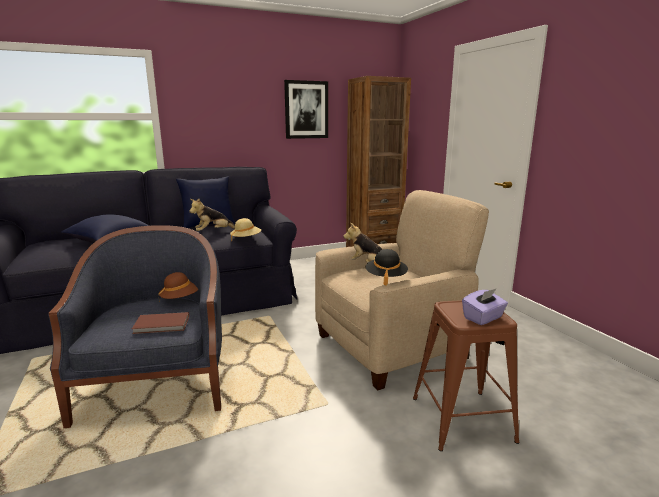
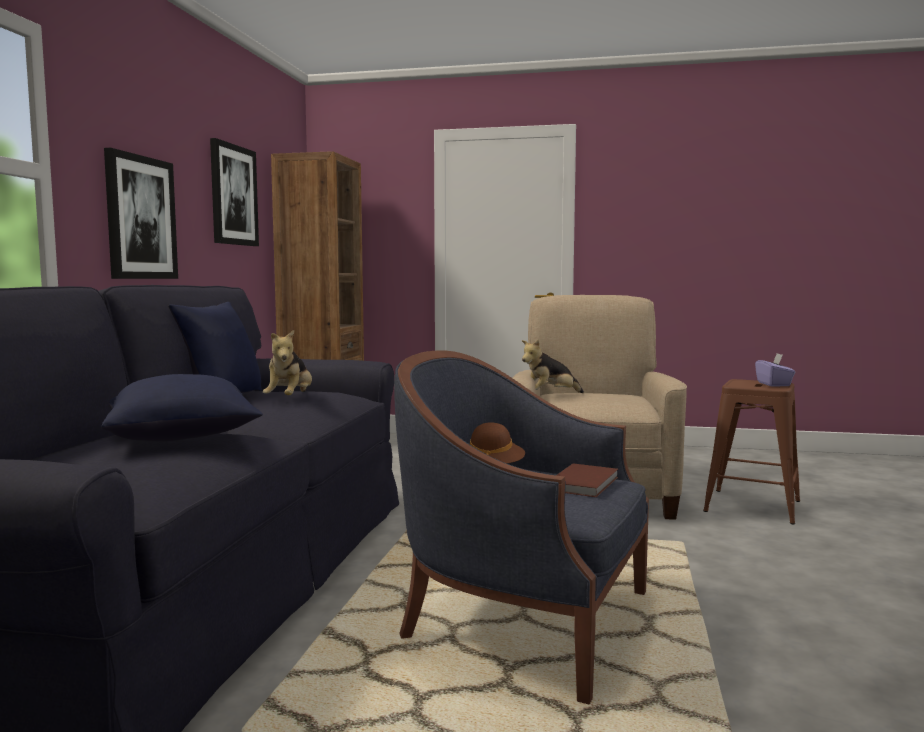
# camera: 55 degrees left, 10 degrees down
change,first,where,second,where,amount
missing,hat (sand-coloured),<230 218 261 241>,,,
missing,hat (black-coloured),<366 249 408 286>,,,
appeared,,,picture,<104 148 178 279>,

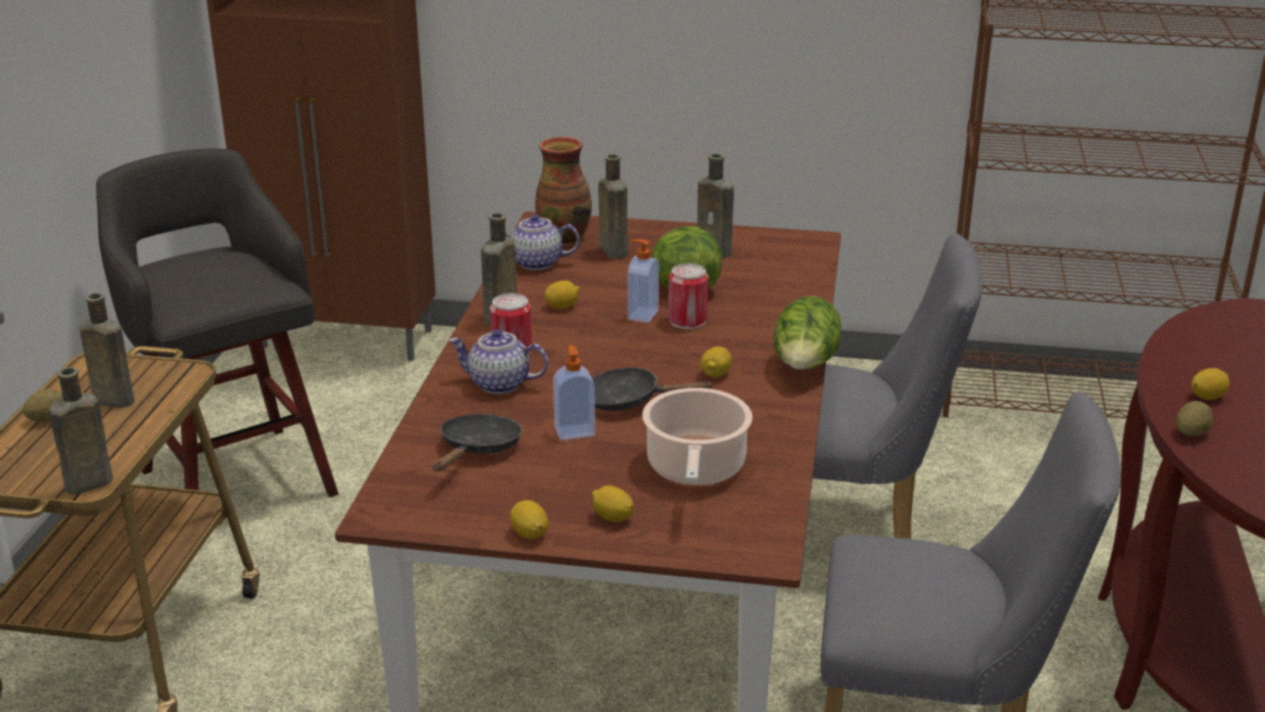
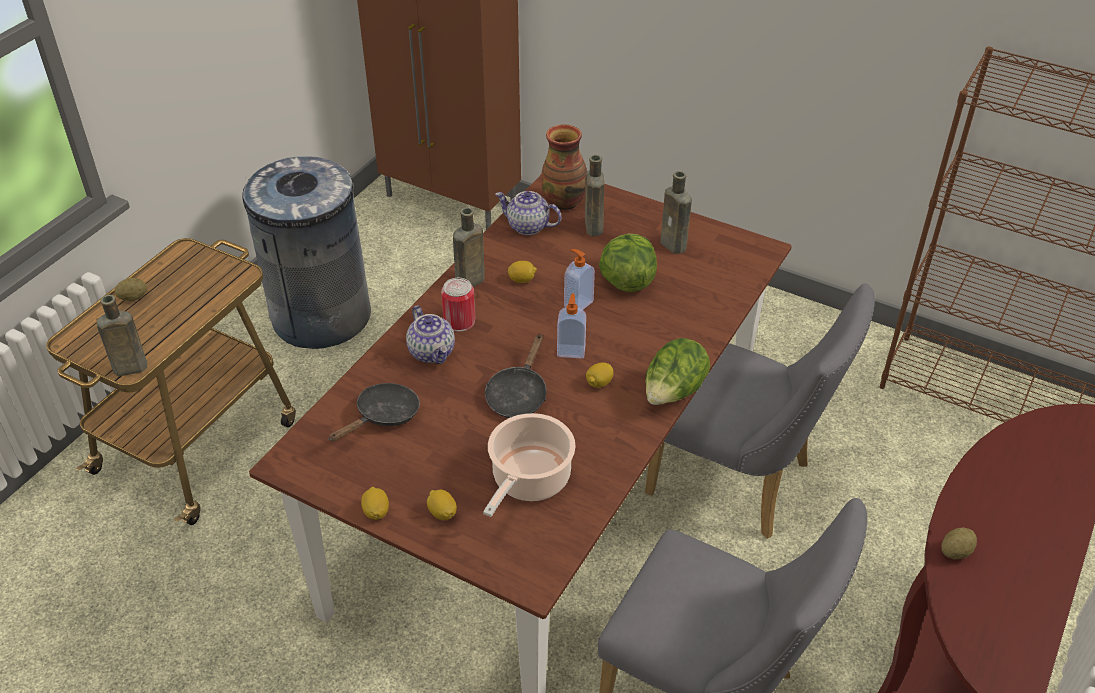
# camera: 20 degrees right, 15 degrees up
change,first,where,second,where,amount
missing,bottle (brown-coloured),<80 293 135 408>,,,
missing,metal can,<668 263 708 329>,,,
missing,citrus fruit,<1191 368 1229 400>,,,
relocated,liquid soap bottle,<553 345 595 440>,,<557 293 586 359>,
exchanged,stool seat (greyish),<96 149 338 497>,rubbish bin (greyish),<242 156 371 349>,
spun,tea pot,<448 329 548 394>,,<406 305 455 364>,150 degrees counterclockwise
spun,frying pan (black-coloured),<592 367 714 411>,,<485 333 547 418>,105 degrees counterclockwise

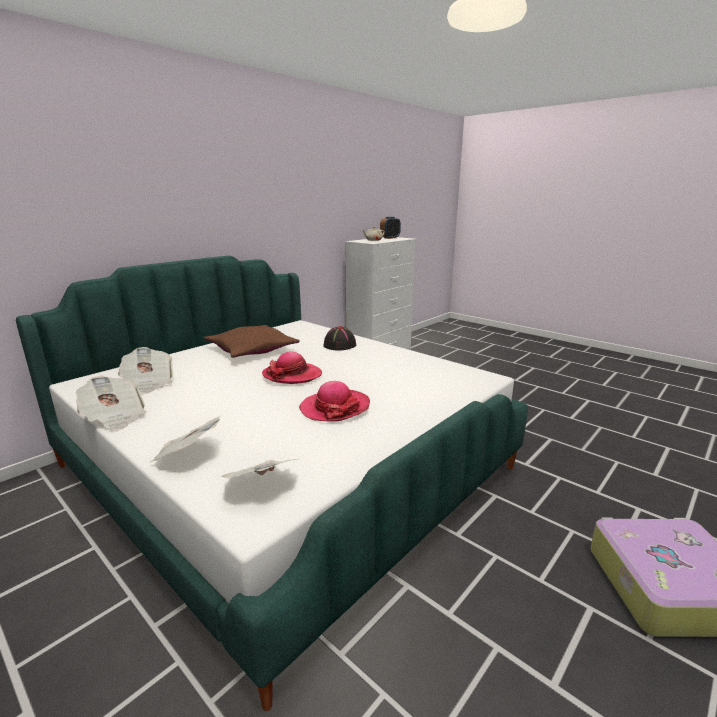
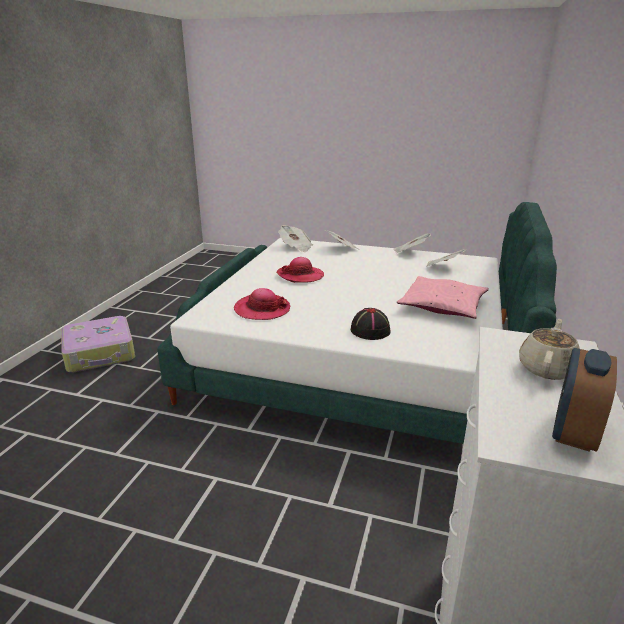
# camera: 155 degrees right, 5 degrees up
change,first,where,second,where,amount
relocated,hat,<262 352 322 384>,,<234 288 290 320>,
colour,throw pillow (brown-coloured),<204 325 300 358>,throw pillow (pink),<397 276 489 319>,

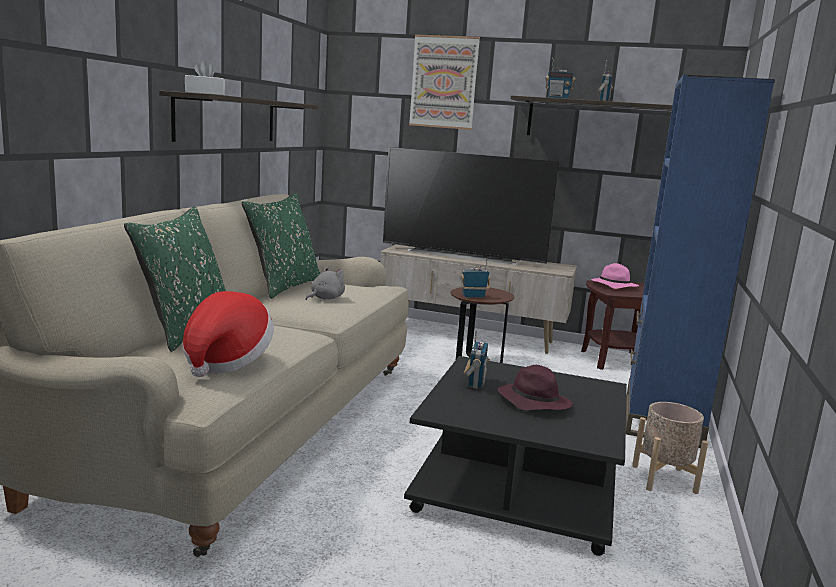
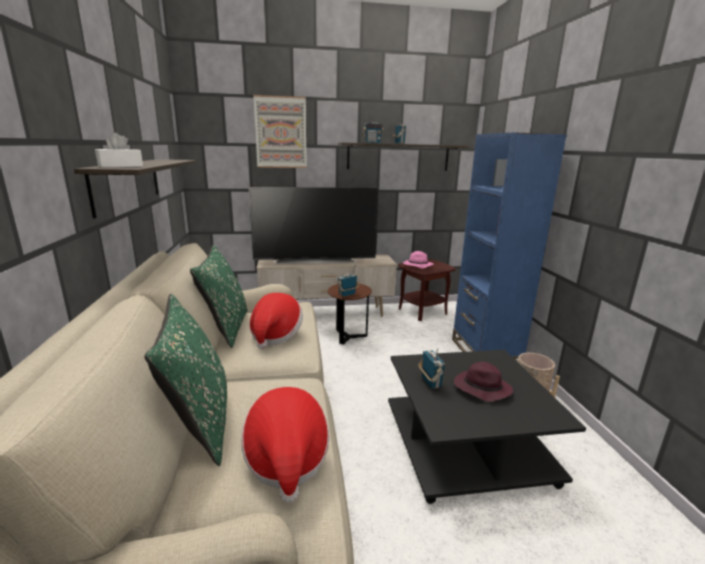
# camera: 25 degrees left, 5 degrees up
change,first,where,second,where,amount
exchanged,plush toy (greyish),<305 267 345 300>,hat,<249 293 303 349>,

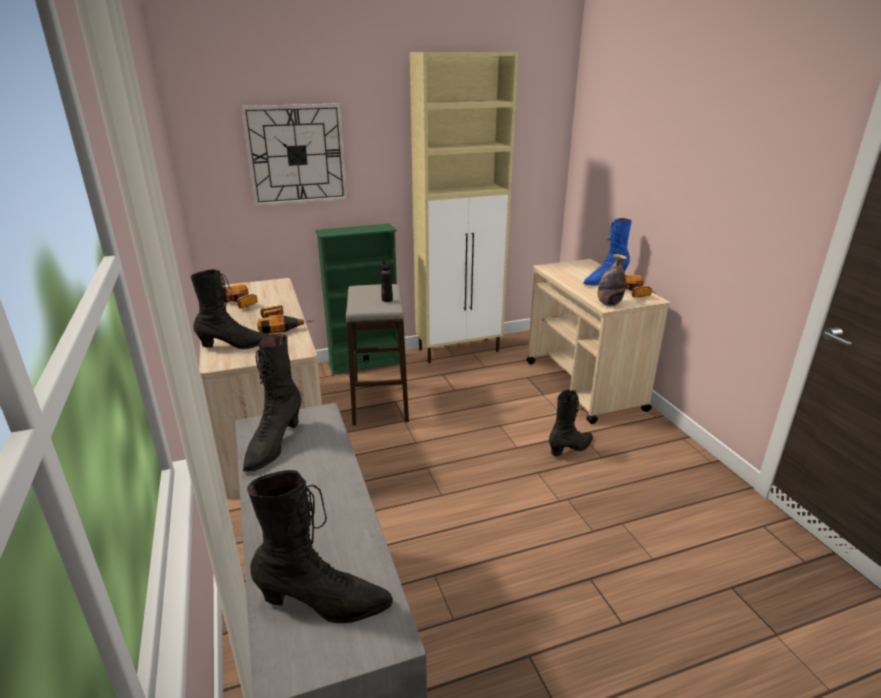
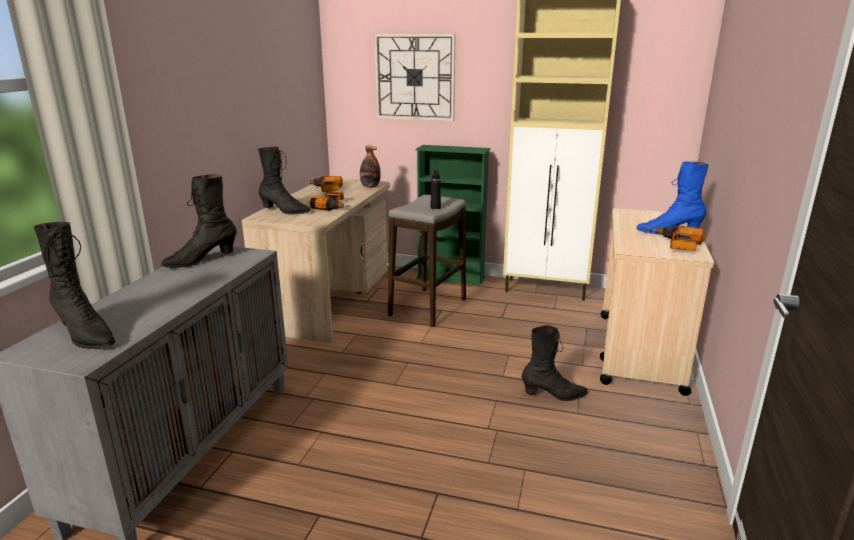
# camera: 35 degrees right, 5 degrees down
change,first,where,second,where,amount
relocated,bottle,<598 254 627 306>,,<360 146 381 188>,

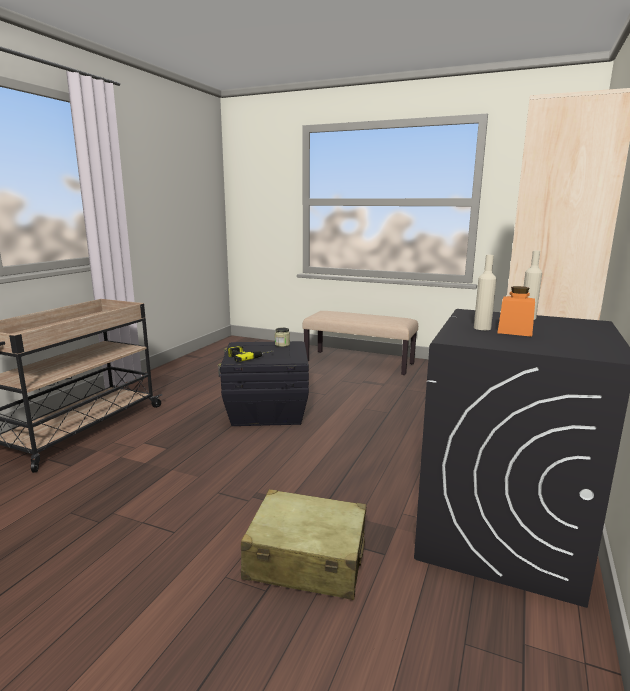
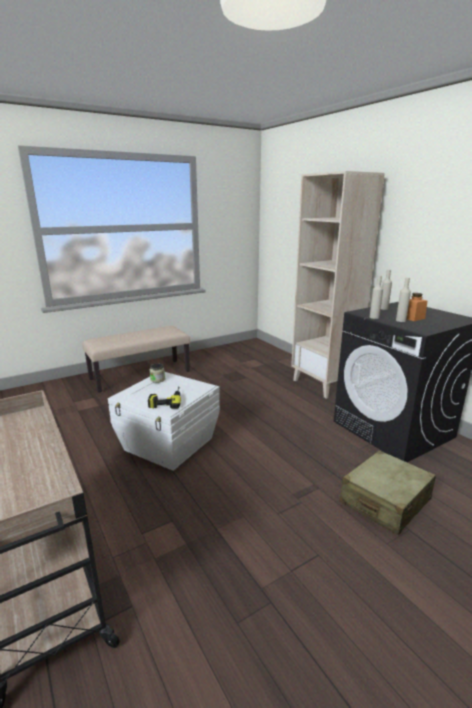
# camera: 55 degrees left, 5 degrees up
change,first,where,second,where,amount
appeared,,,bottle (sand-coloured),<370 276 383 319>,
colour,storage container (black-coloured),<218 341 309 426>,storage container (white),<108 372 220 471>,

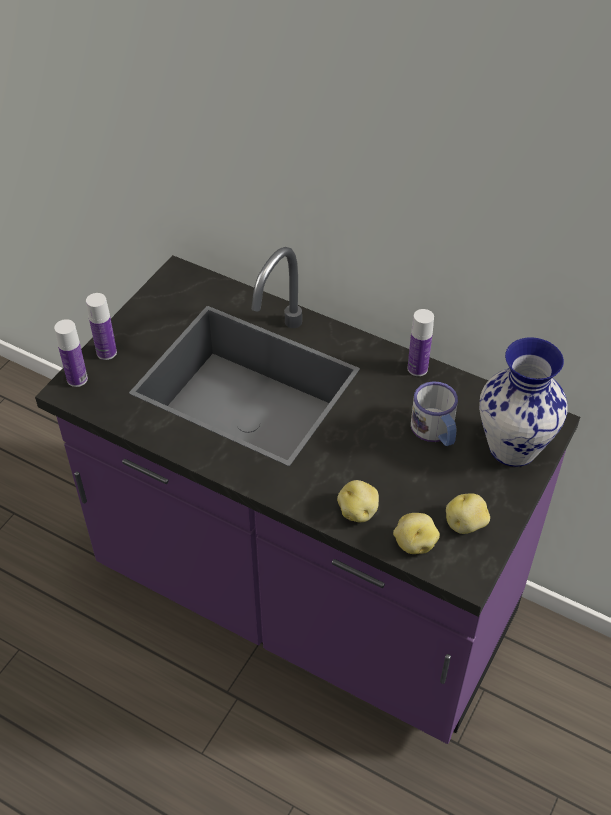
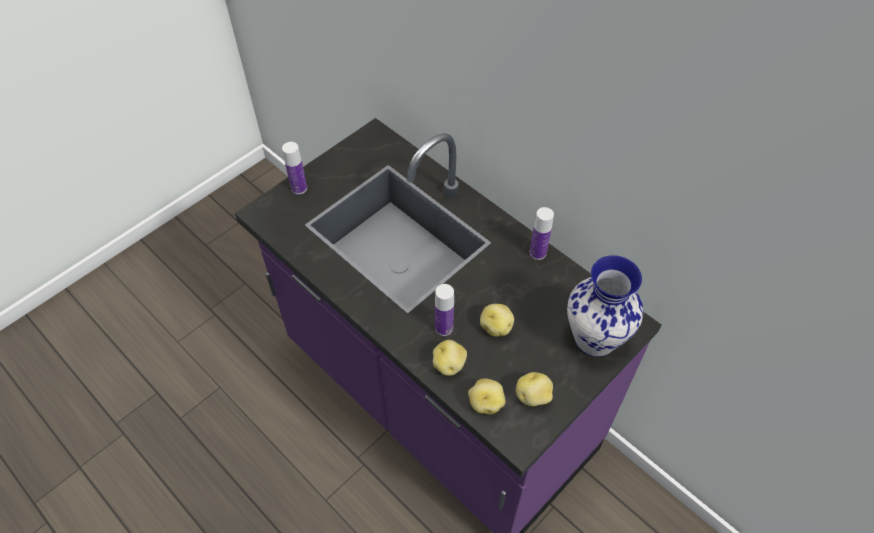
# camera: 15 degrees right, 5 degrees up
change,first,where,second,where,amount
missing,tea mug,<411 381 458 446>,,,
appeared,,,whole potato,<480 304 514 337>,
relocated,bottle,<54 319 88 387>,,<435 284 454 336>,

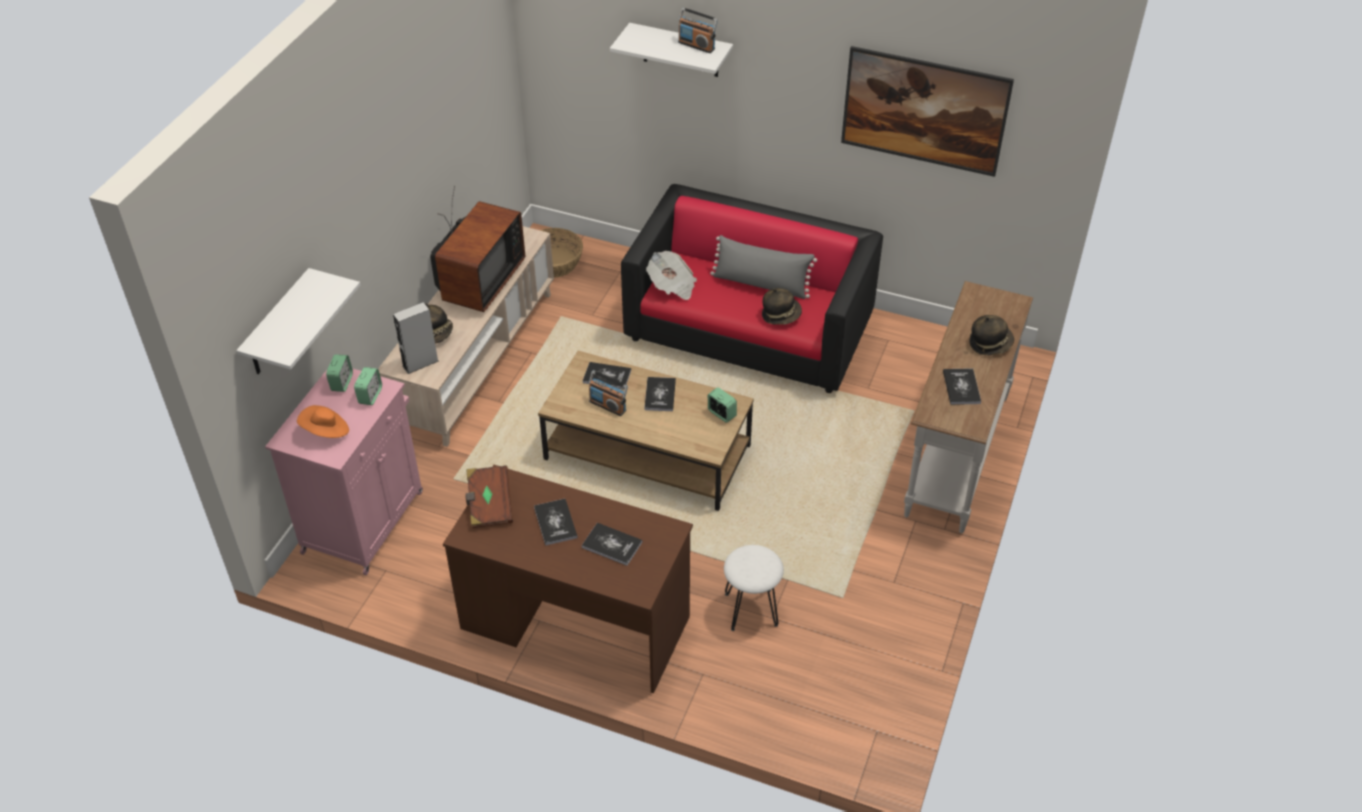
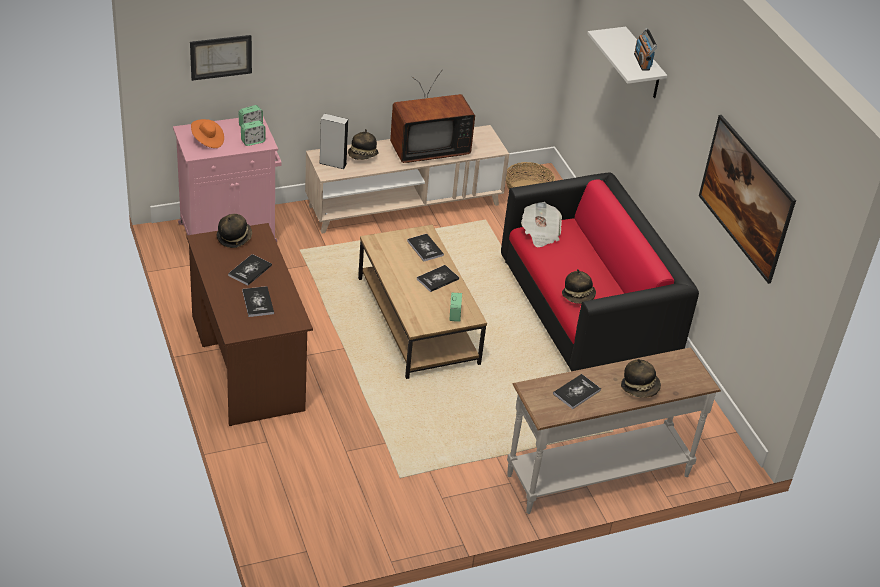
# camera: 45 degrees right, 5 degrees down
change,first,where,second,where,amount
missing,radio,<589 370 628 416>,,,
missing,throw pillow (greyish),<710 235 817 299>,,,
missing,stool seat (white),<724 545 784 631>,,,
exchanged,wall shelf (white),<236 268 360 374>,picture,<190 35 252 81>,
exchanged,volume (brown-coloured),<466 465 513 528>,hat,<217 214 252 248>,

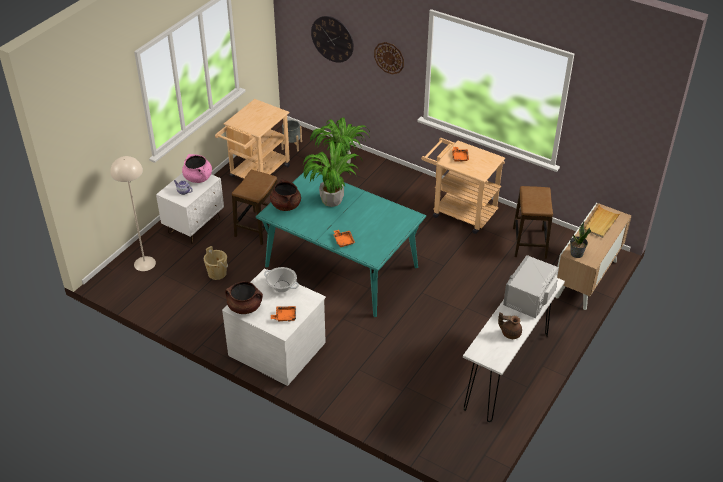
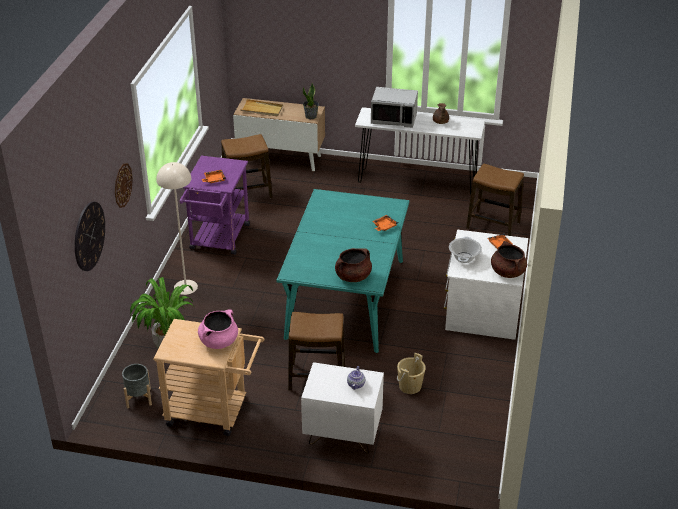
# camera: 110 degrees left, 5 degrees down
change,first,where,second,where,amount
missing,potted plant,<303 141 362 207>,,,
appeared,,,stool seat,<466 163 524 236>,
relocated,floor lamp (sand-coloured),<110 156 156 271>,,<156 162 198 295>,
relocated,saucepot (pink),<182 154 212 183>,,<198 309 238 349>,
colour,cart (sand-coloured),<421 138 505 234>,cart (purple),<180 156 250 255>,

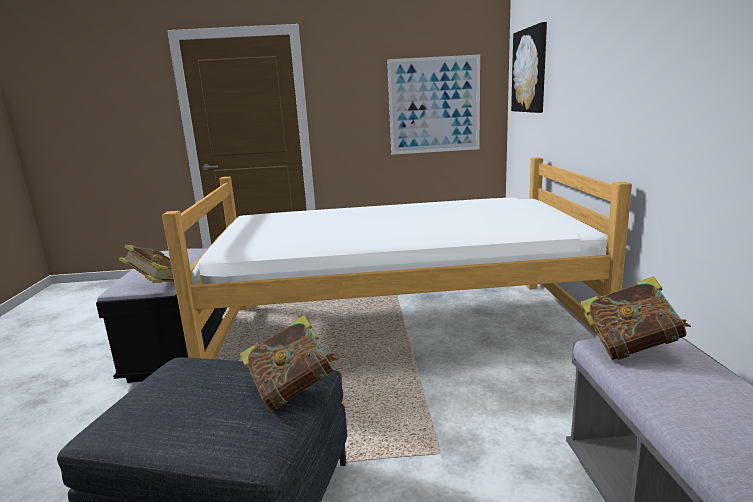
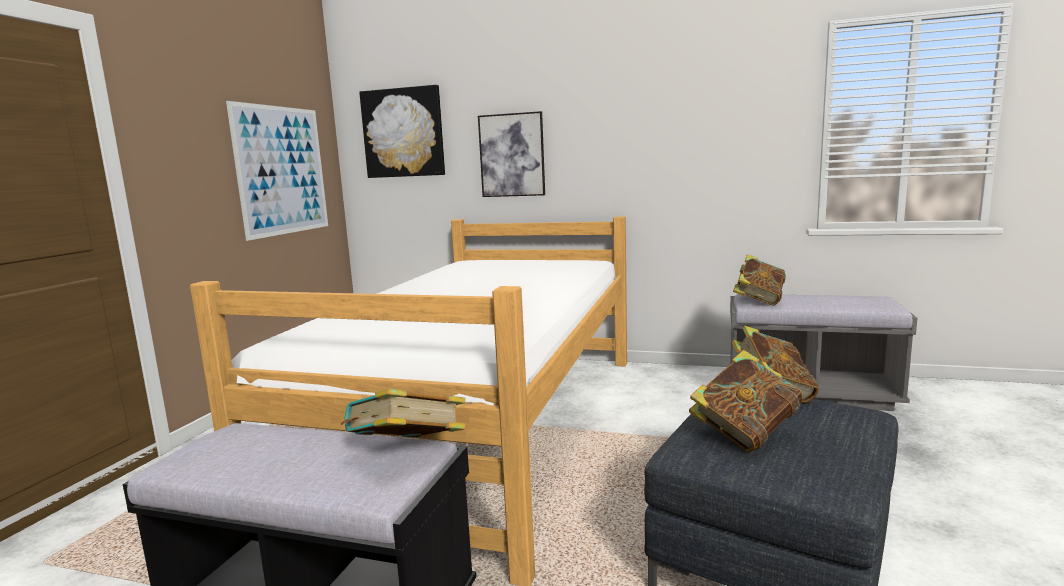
# camera: 70 degrees left, 5 degrees down
change,first,where,second,where,amount
appeared,,,picture,<478 111 545 197>,
appeared,,,volume,<689 350 803 453>,

